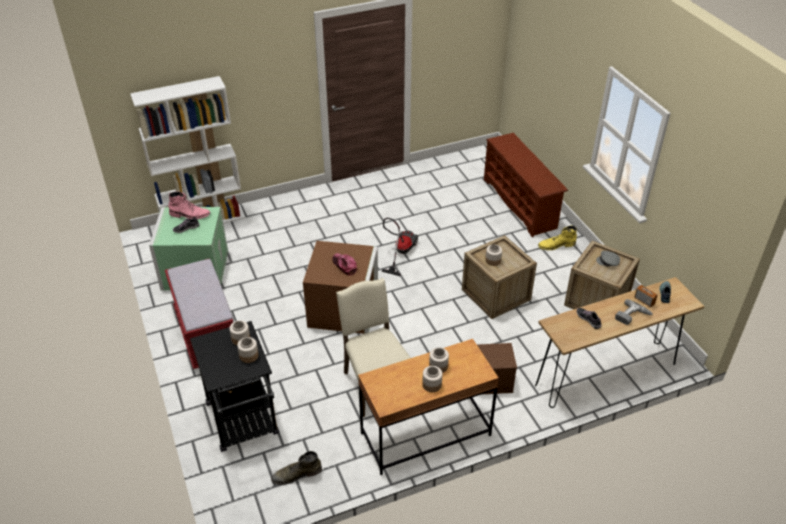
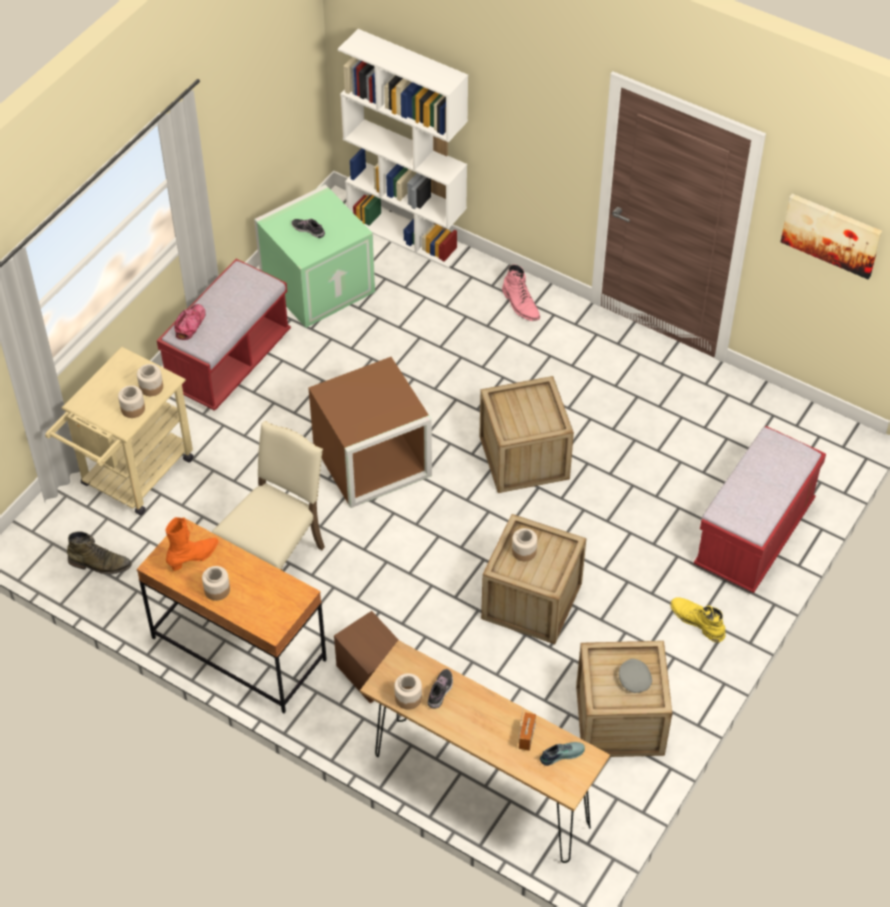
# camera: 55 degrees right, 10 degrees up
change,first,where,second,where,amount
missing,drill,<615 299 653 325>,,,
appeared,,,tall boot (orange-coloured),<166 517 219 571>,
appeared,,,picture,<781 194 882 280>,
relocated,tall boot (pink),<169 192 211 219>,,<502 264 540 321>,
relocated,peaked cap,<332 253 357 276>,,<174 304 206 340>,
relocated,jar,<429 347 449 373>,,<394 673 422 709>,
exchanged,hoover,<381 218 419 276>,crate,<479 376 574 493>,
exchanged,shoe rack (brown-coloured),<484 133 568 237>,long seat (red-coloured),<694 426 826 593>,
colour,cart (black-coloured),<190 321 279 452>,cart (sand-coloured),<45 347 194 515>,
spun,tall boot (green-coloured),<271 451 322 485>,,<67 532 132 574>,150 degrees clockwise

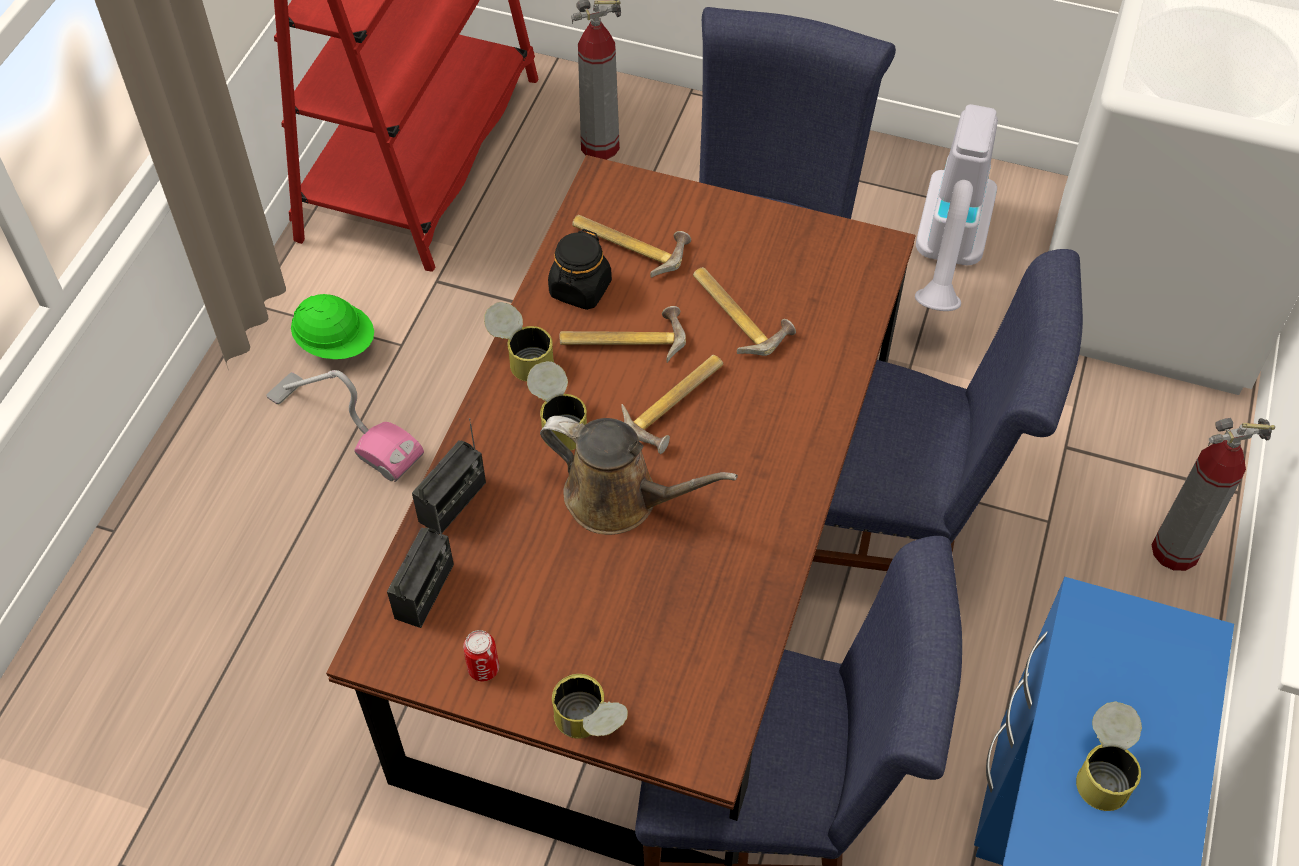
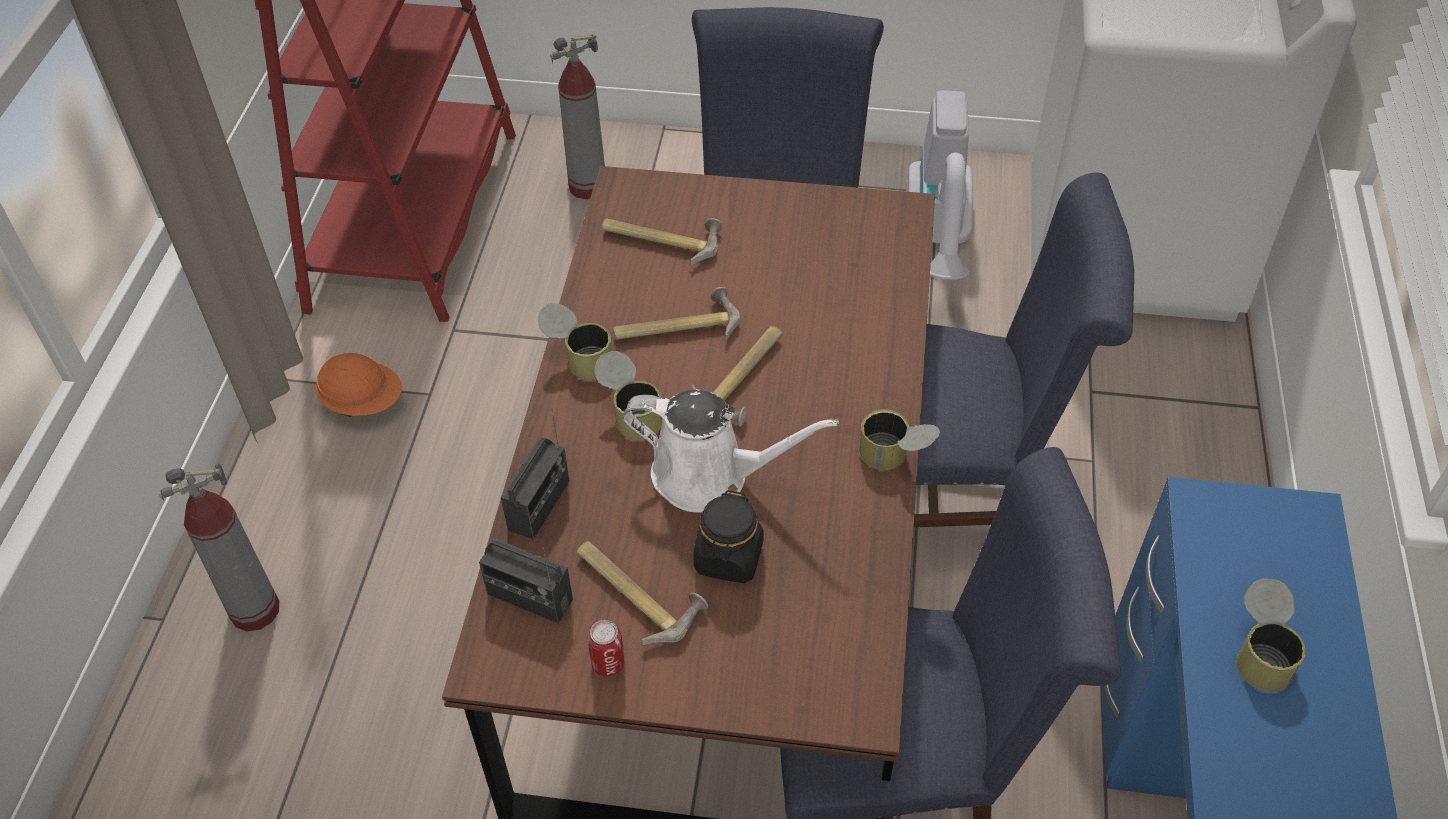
# camera: 10 degrees left, 5 degrees down
change,first,where,second,where,amount
missing,hoover,<266 370 424 482>,,,
relocated,jar (black-coloured),<548 229 612 310>,,<693 490 764 583>,
relocated,metal can,<552 674 628 739>,,<859 409 940 470>,
relocated,hand hammer,<693 267 796 356>,,<577 541 708 645>,
relocated,fire extinguisher,<1152 418 1275 571>,,<158 463 279 631>,
colour,safety helmet (green-coloured),<291 294 374 359>,safety helmet (orange-coloured),<315 353 402 417>,
colour,sprinkling can (brown-coloured),<540 416 738 535>,sprinkling can (white),<623 389 839 512>,
spun,radio,<387 504 454 628>,,<479 539 573 623>,105 degrees clockwise

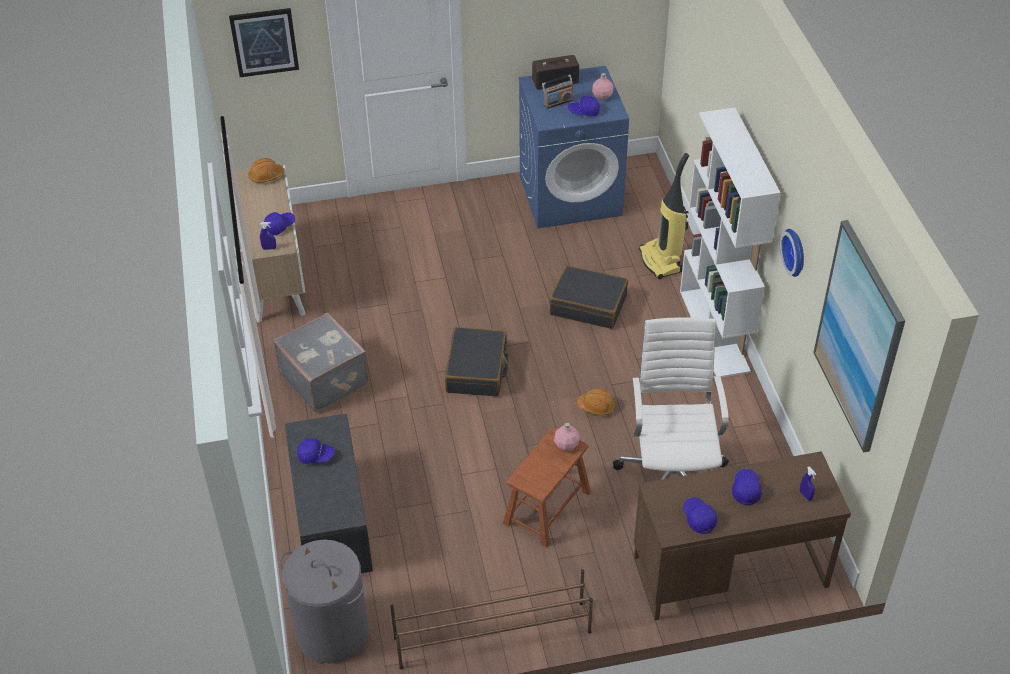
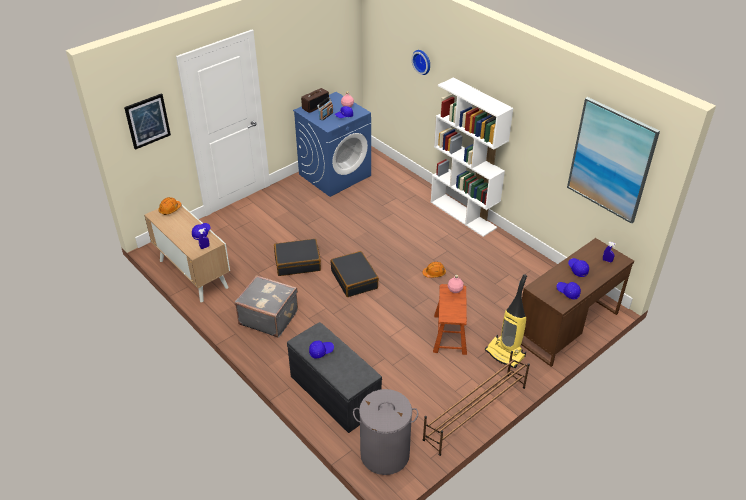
# camera: 30 degrees left, 5 degrees down
change,first,where,second,where,amount
missing,desk chair (white),<613 317 729 480>,,,
relocated,piece of luggage (black-coloured),<549 265 628 329>,,<274 239 321 276>,
relocated,hoover,<639 153 689 279>,,<485 274 527 368>,
relocated,clock on the wall,<780 229 804 277>,,<411 50 430 75>,

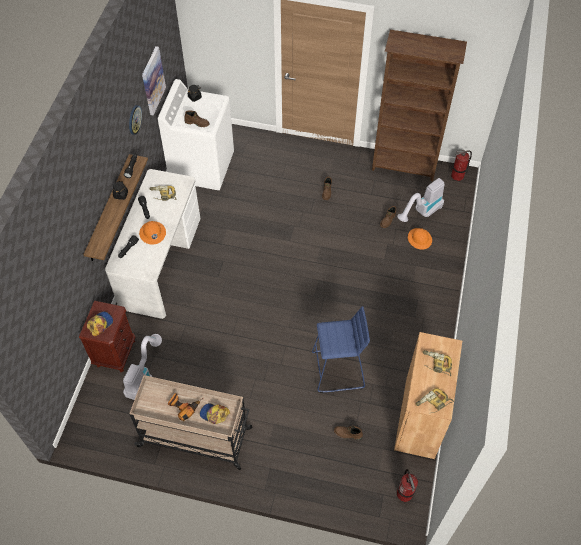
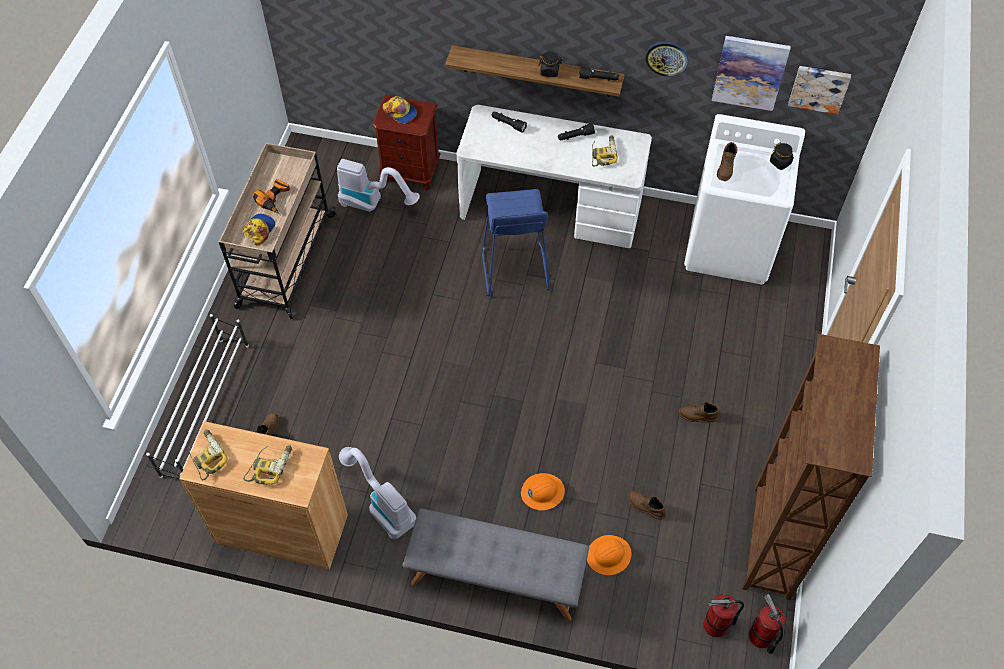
# camera: 90 degrees right, 0 degrees up
change,first,where,second,where,amount
appeared,,,shoe rack (white),<146 314 249 479>,
appeared,,,long seat (greyish),<402 508 589 622>,
appeared,,,picture,<788 66 851 114>,
relocated,safety helmet (orange-coloured),<139 221 166 245>,,<521 473 565 510>,
relocated,stool seat (blue),<312 306 370 393>,,<482 189 550 297>,
relocated,hoover,<397 178 445 222>,,<339 447 416 539>,
relocated,fire extinguisher,<397 469 418 502>,,<704 594 744 637>,

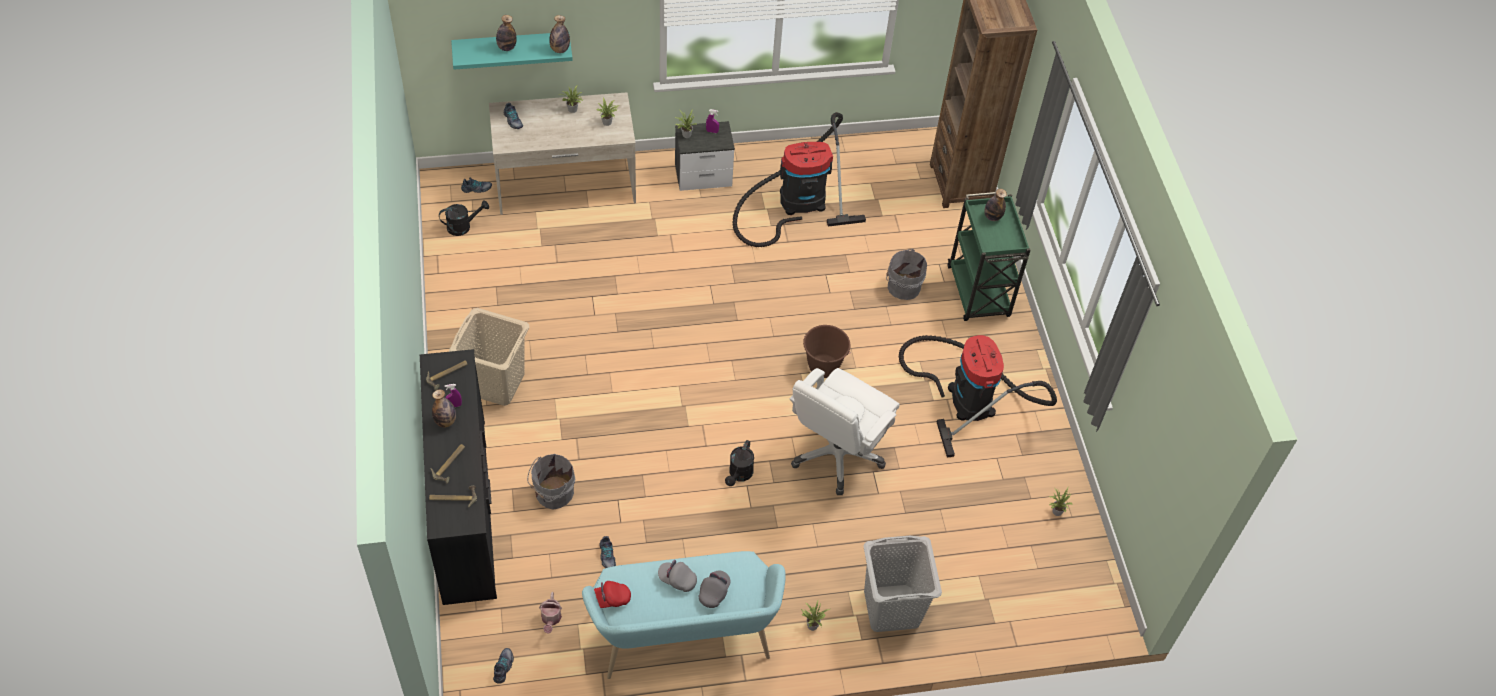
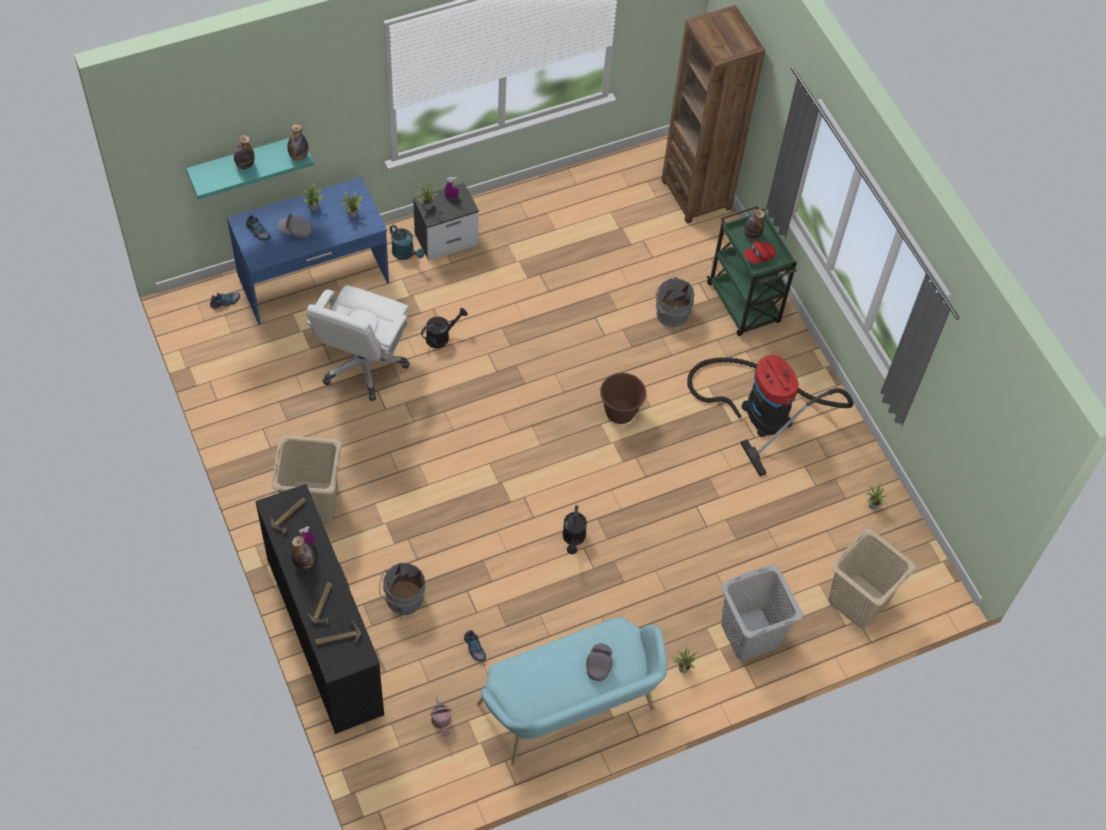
# camera: 15 degrees left, 5 degrees up
change,first,where,second,where,amount
missing,low shoe,<493 648 514 684>,,,
missing,hoover,<732 112 866 247>,,,
appeared,,,sprinkling can (turquoise),<390 225 425 260>,
appeared,,,laundry basket (sand-coloured),<828 528 916 628>,
relocated,sprinkling can (black-coloured),<439 200 489 236>,,<421 308 468 348>,
relocated,peaked cap (red-coloured),<594 581 631 608>,,<744 241 776 264>,
relocated,peaked cap (greyish),<658 560 697 592>,,<278 213 312 238>,
relocated,desk chair (white),<790 368 900 495>,,<306 285 410 401>,
colour,desk unit (sand-coloured),<489 92 636 215>,desk unit (blue),<227 177 389 325>,

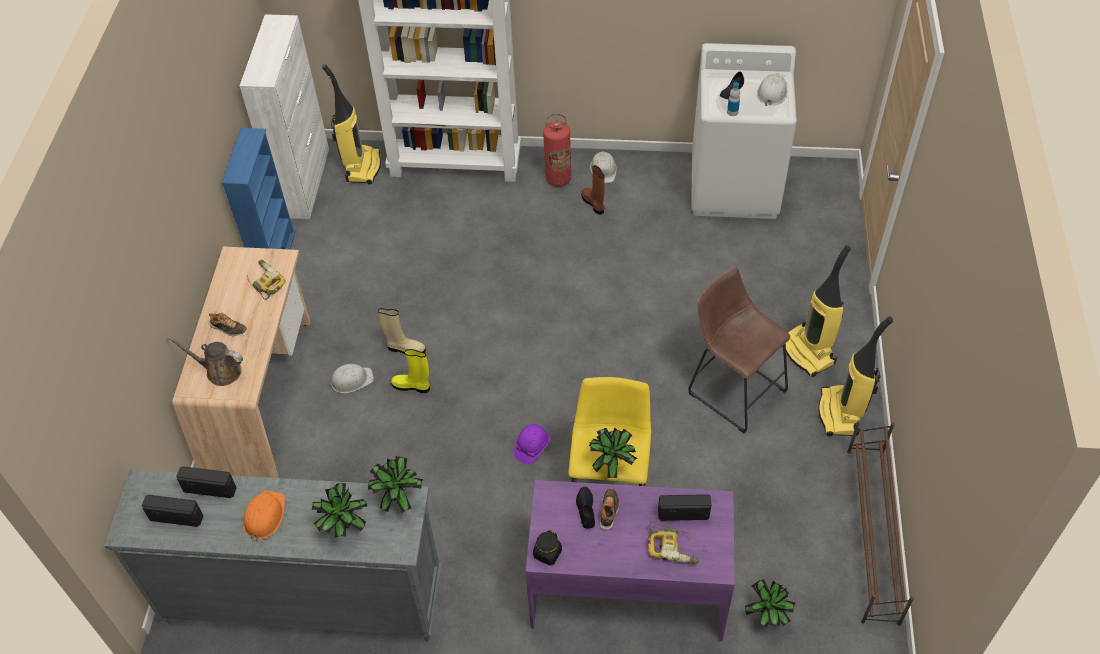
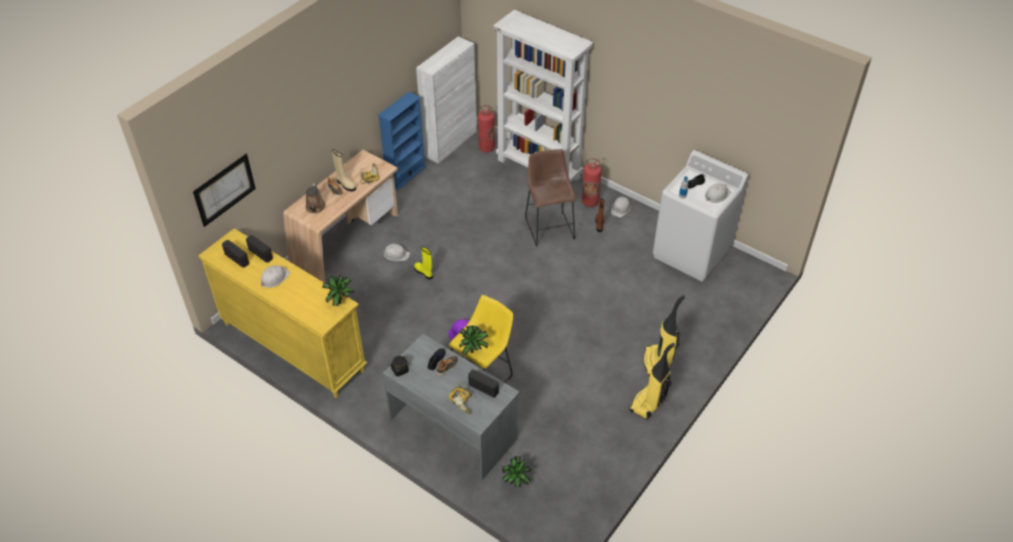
# camera: 30 degrees right, 5 degrees down
change,first,where,second,where,amount
missing,potted plant,<312 483 367 538>,,,
missing,shoe rack (brown-coloured),<847 420 914 626>,,,
appeared,,,picture,<193 154 256 227>,
relocated,tall boot (sand-coloured),<378 308 426 354>,,<332 149 356 192>,
relocated,stool seat (brown-coloured),<688 267 790 433>,,<525 149 576 246>,
exchanged,hoover,<322 64 381 184>,fire extinguisher,<478 105 495 153>,
colour,drawer chest (greyish),<104 470 442 642>,drawer chest (yellow),<198 228 367 398>,
colour,safety helmet (orange-coloured),<243 491 285 541>,safety helmet (white),<261 265 290 288>,
colour,desk unit (purple),<525 480 735 641>,desk unit (greyish),<383 334 520 480>,
spun,sprinkling can (brown-coloured),<167 336 243 386>,,<305 183 326 213>,135 degrees counterclockwise

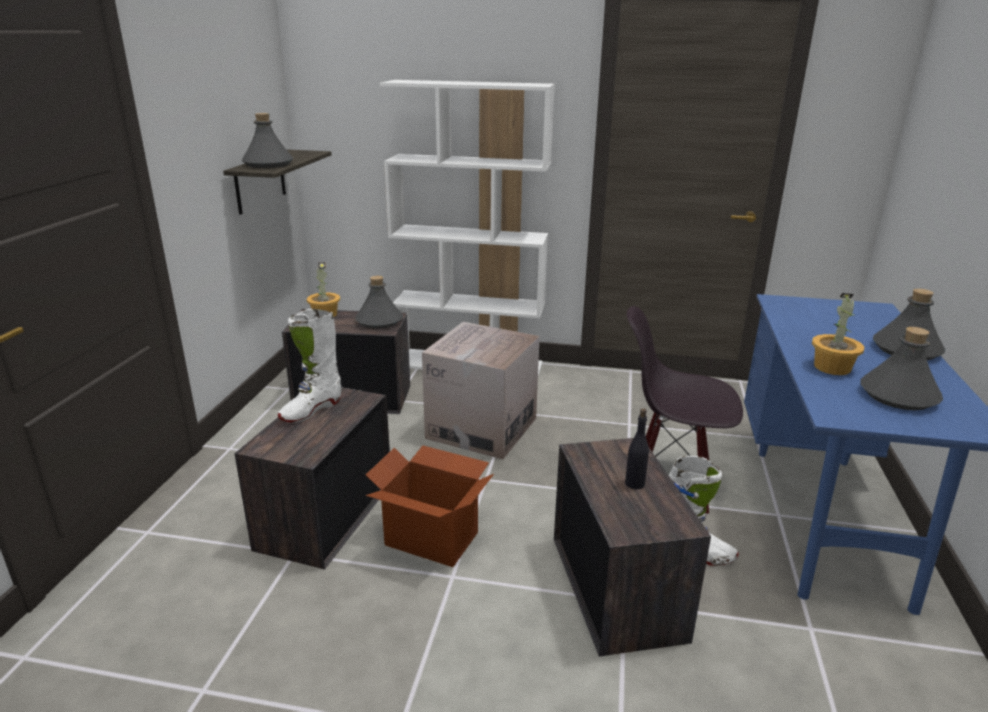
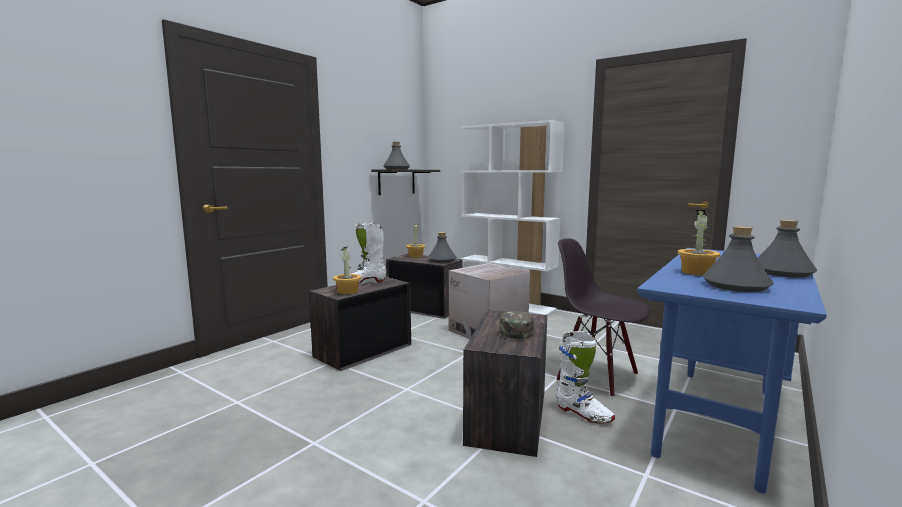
# camera: 25 degrees right, 15 degrees down
change,first,where,second,where,amount
missing,cardboard box,<366 446 494 567>,,,
appeared,,,potted plant,<333 246 361 294>,
exchanged,bottle (black-coloured),<625 408 649 489>,peaked cap (green-coloured),<499 310 534 339>,

